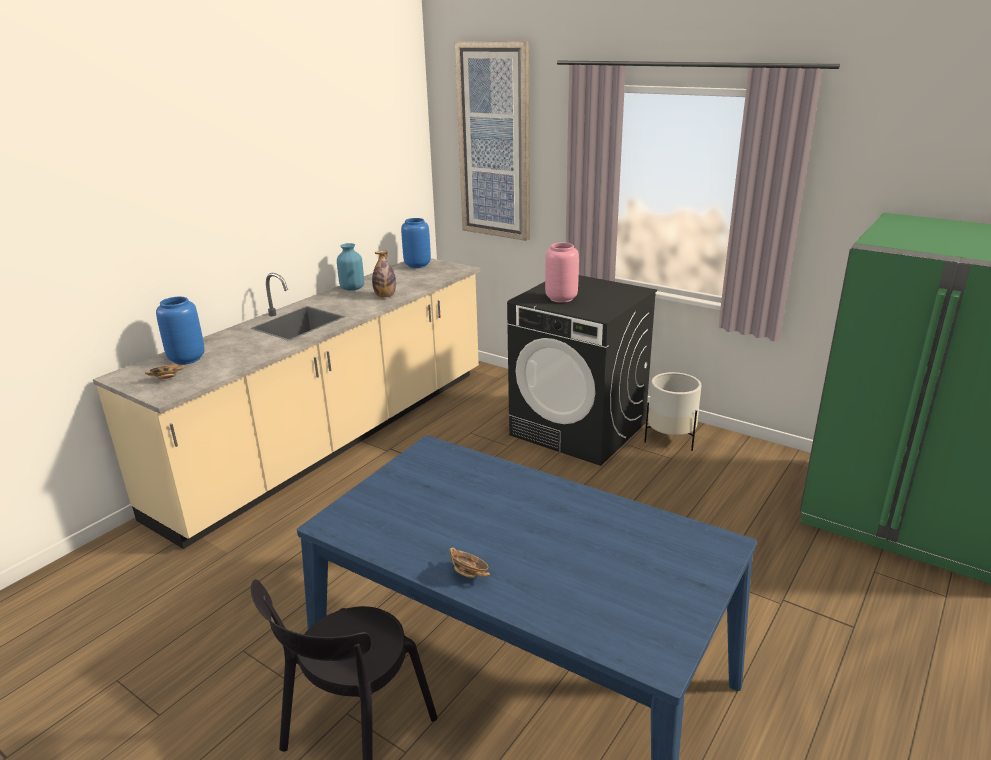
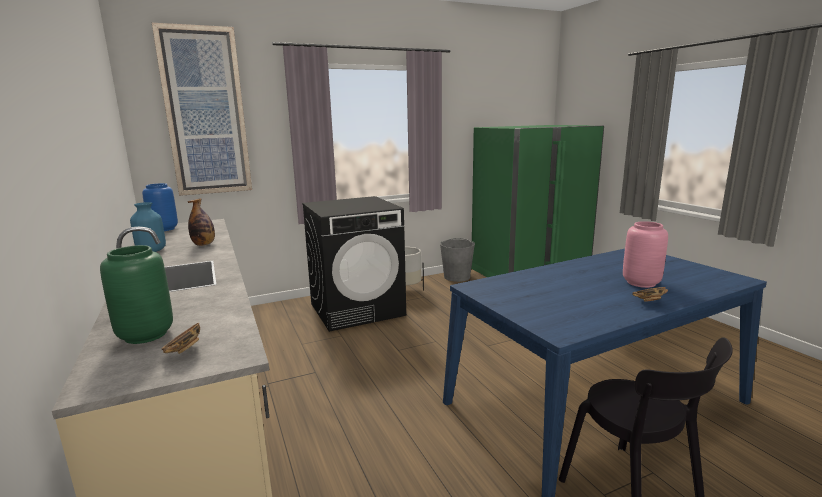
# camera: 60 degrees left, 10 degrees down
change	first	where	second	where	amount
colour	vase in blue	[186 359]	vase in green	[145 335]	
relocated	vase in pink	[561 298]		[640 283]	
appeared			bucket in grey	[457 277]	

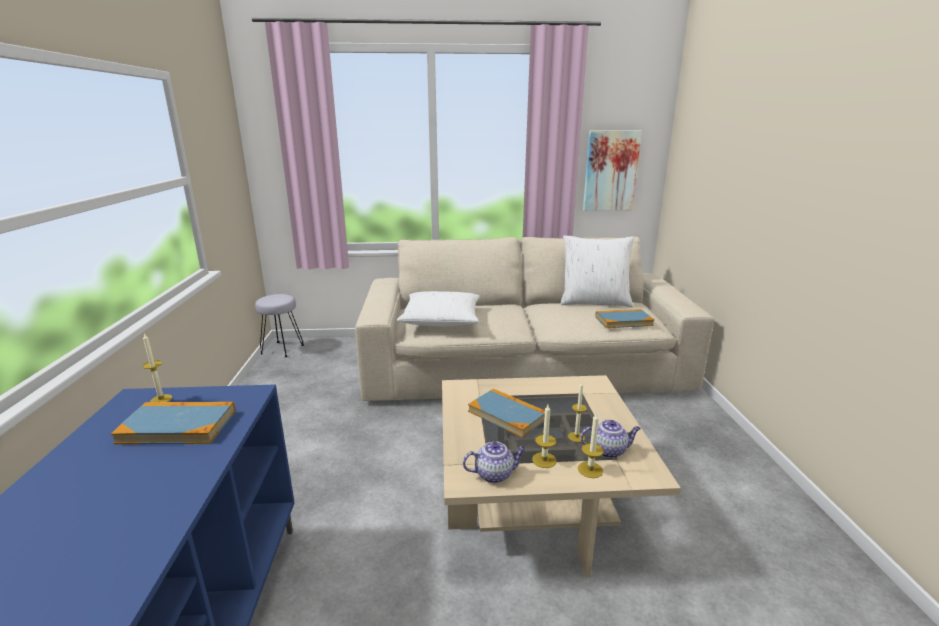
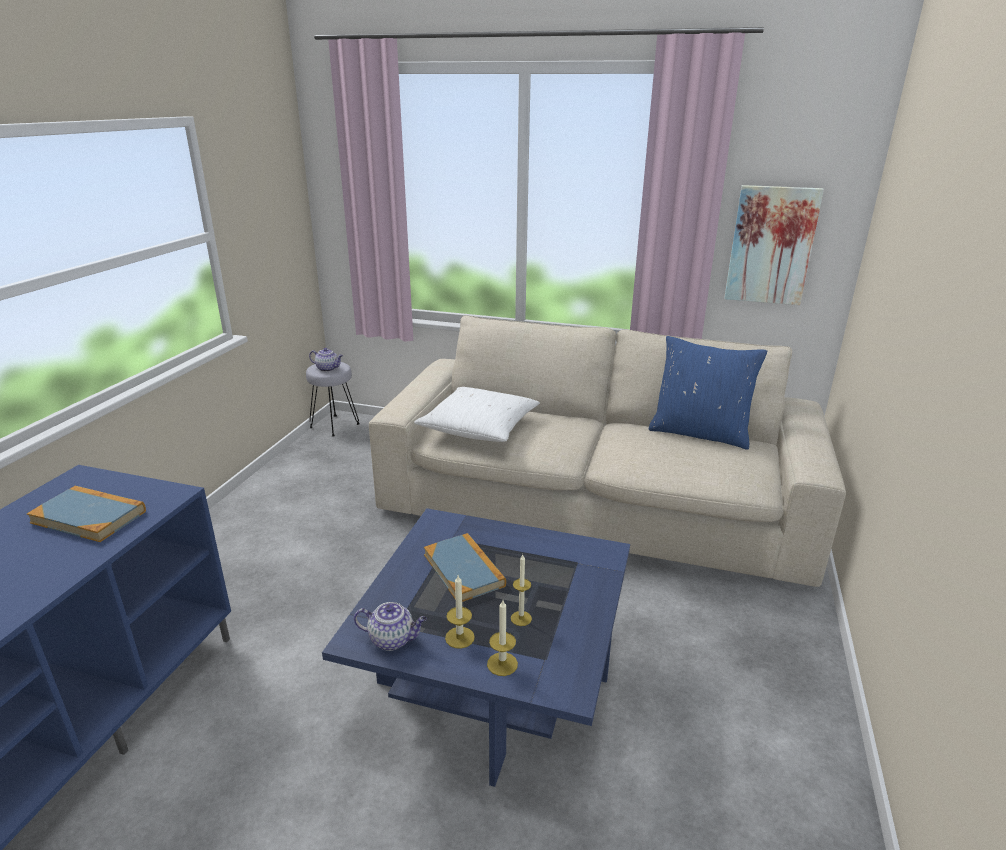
# camera: 20 degrees right, 5 degrees up
change	first	where	second	where	amount
missing	candle	[161 399]			
colour	coffee table in beige	[536 502]	coffee table in blue	[492 680]	
colour	pillow in white	[594 302]	pillow in blue	[700 433]	
relocated	teapot	[608 450]		[328 369]	
missing	book	[623 321]			

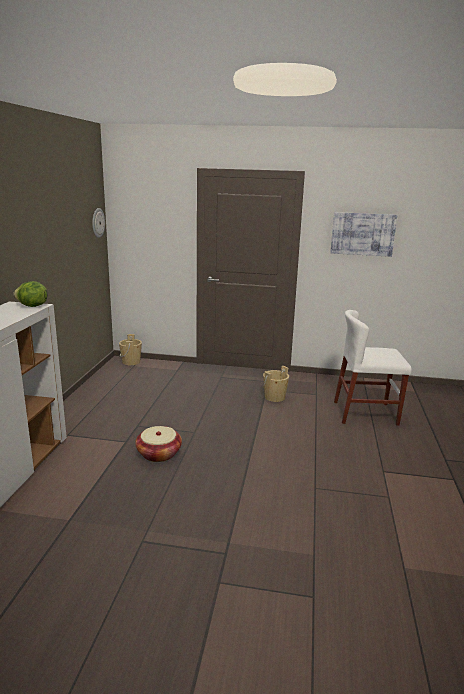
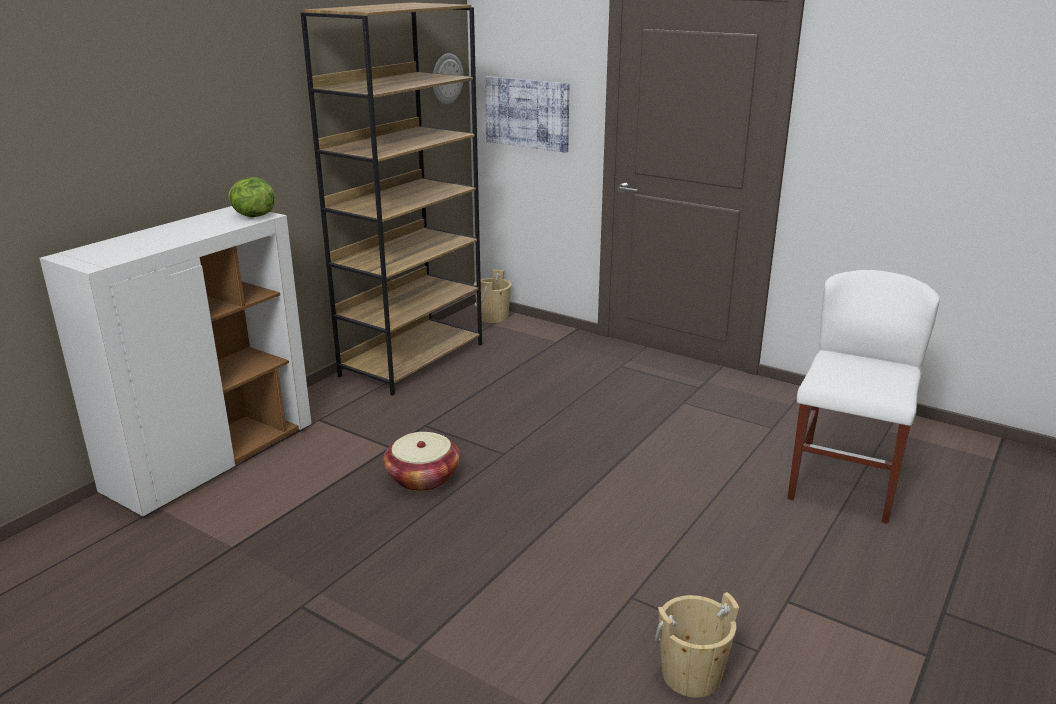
# camera: 25 degrees right, 5 degrees up
change	first	where	second	where	amount
relocated	bucket in beige	[274 397]		[691 675]	
relocated	picture	[362 234]		[527 113]	
spun	chair in white	[365 413]		[844 483]	90 degrees clockwise
appeared			bookcase in brown	[412 359]	

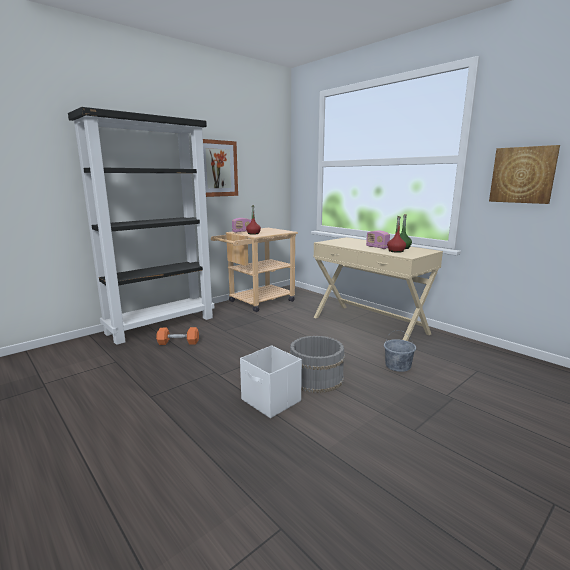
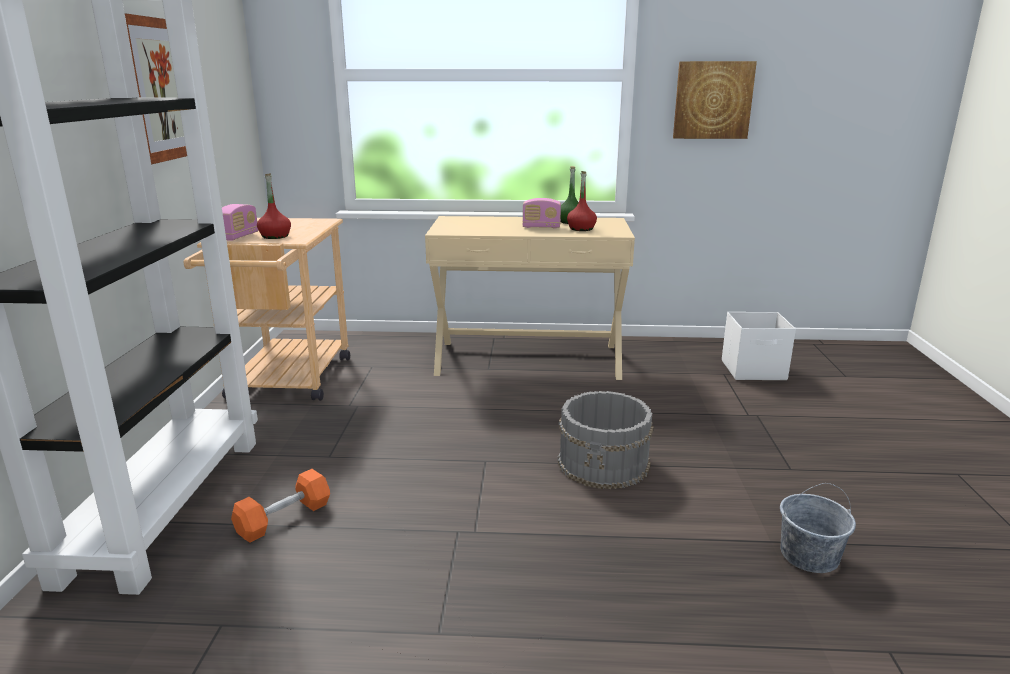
# camera: 45 degrees left, 5 degrees up
change	first	where	second	where	amount
relocated	storage box in white	[271 401]		[754 370]	
relocated	bucket in grey	[398 366]		[809 555]	

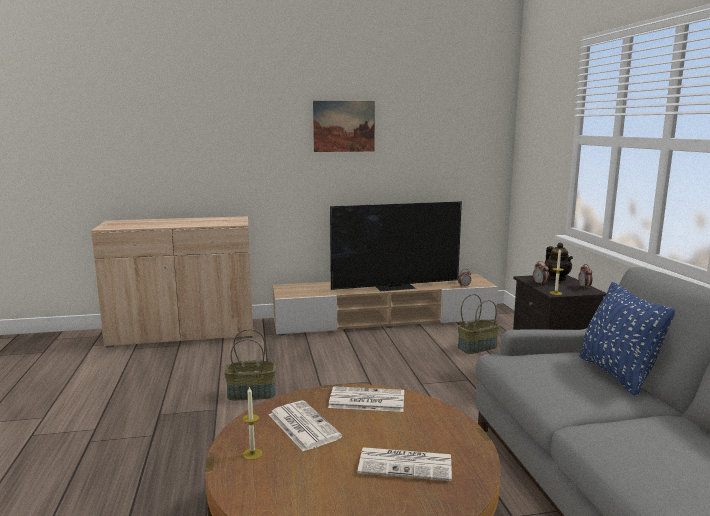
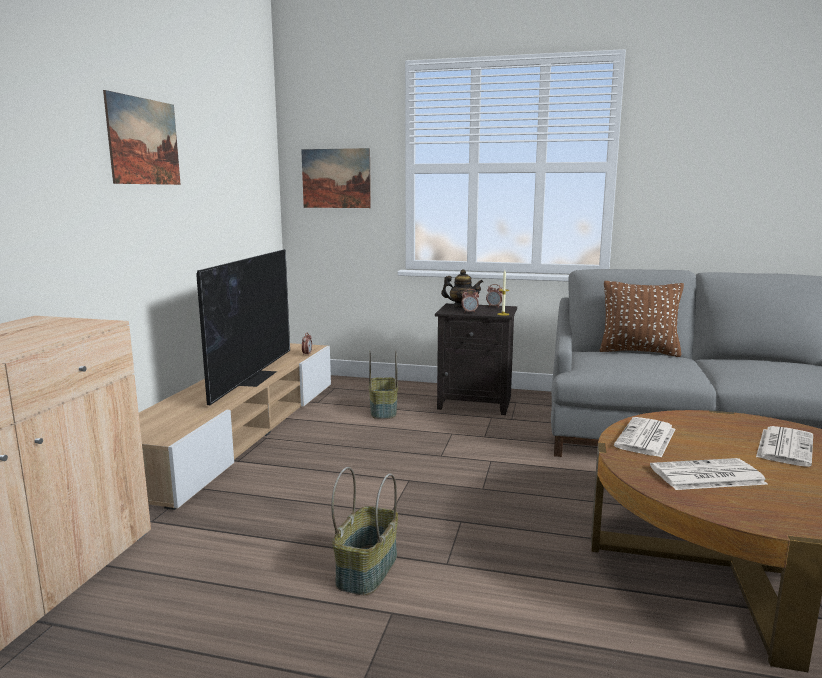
# camera: 65 degrees left, 0 degrees up
change	first	where	second	where	amount
missing	candle	[252 454]			
colour	pillow in blue	[617 375]	pillow in brown	[638 352]	
appeared			picture	[336 178]	

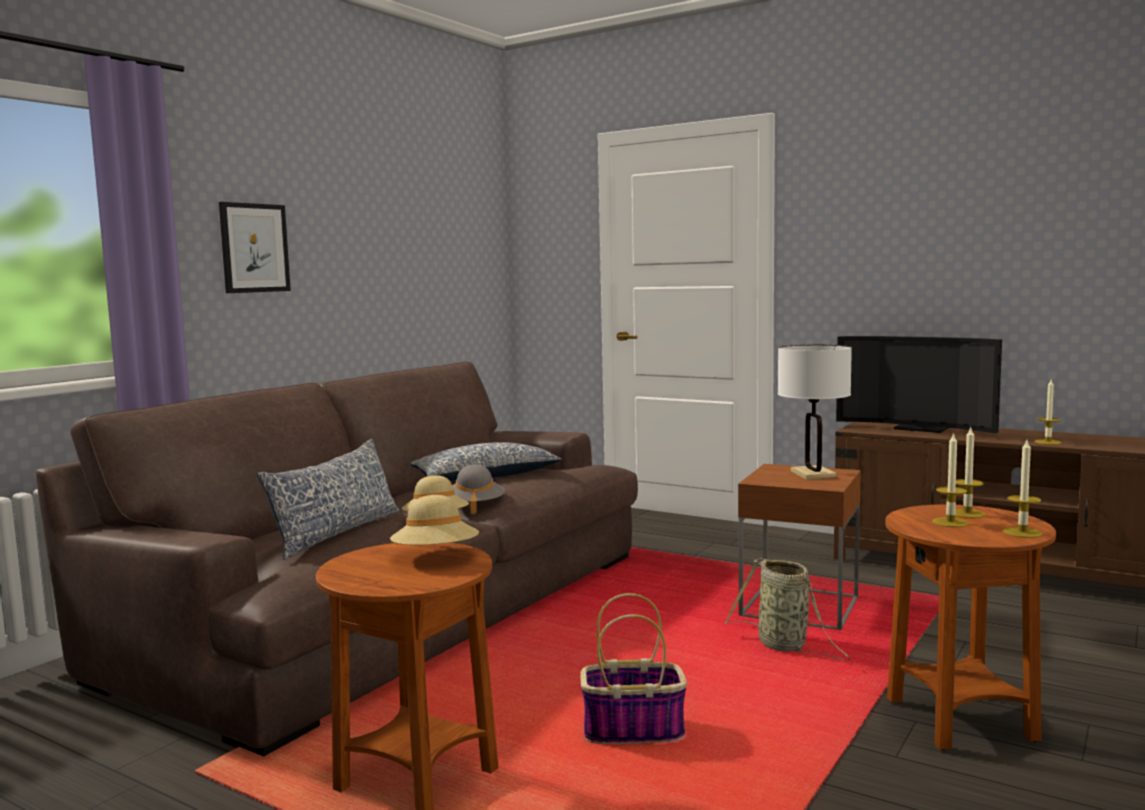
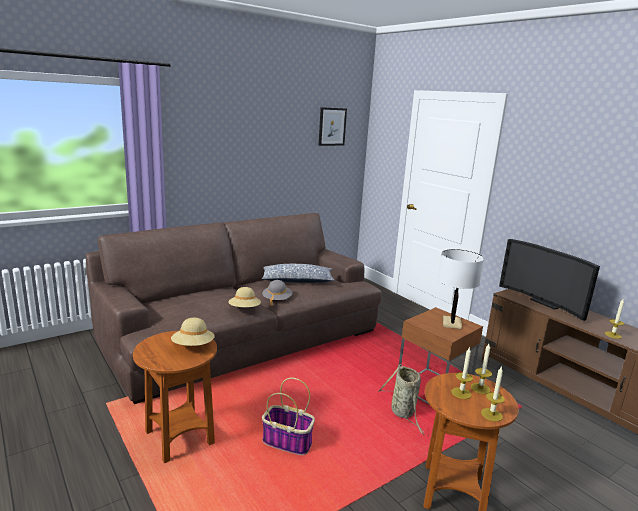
# camera: 20 degrees right, 10 degrees up
change	first	where	second	where	amount
relocated	picture	[254 248]		[332 126]	
missing	pillow	[336 532]			

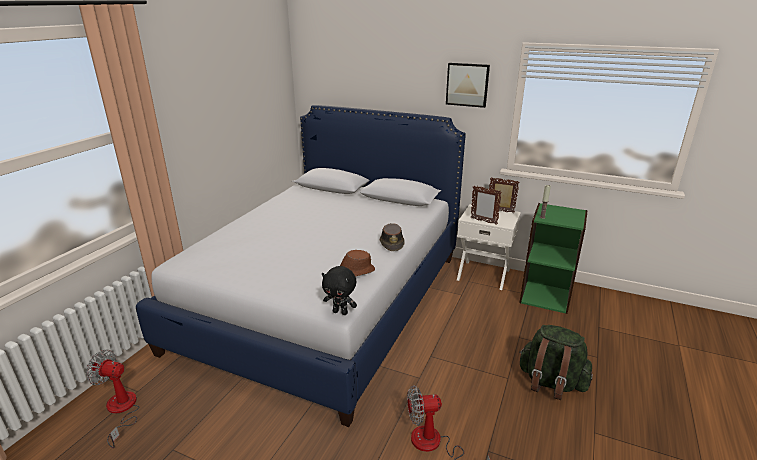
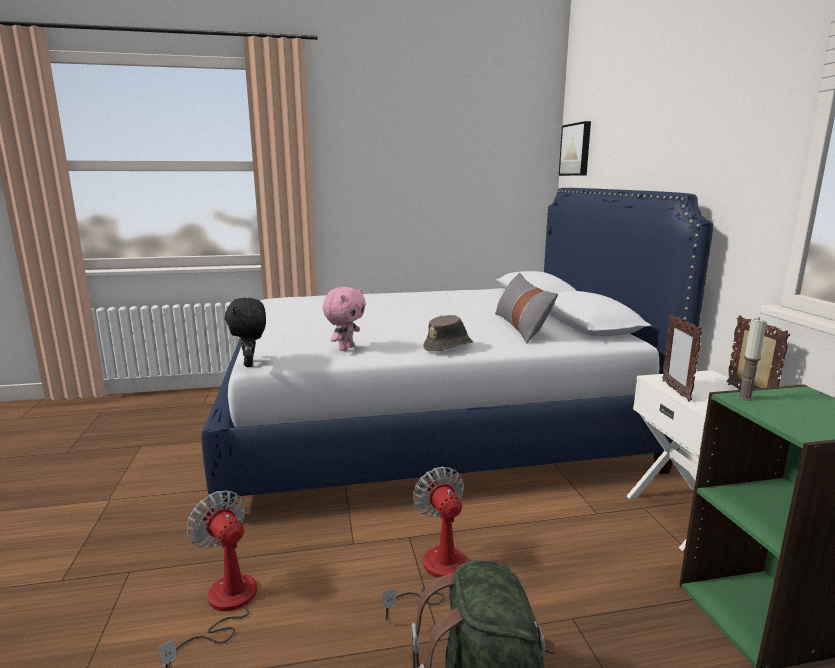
# camera: 55 degrees right, 10 degrees down
change	first	where	second	where	amount
relocated	fan	[121 410]		[435 573]	
exchanged	hat in brown	[354 272]	plush toy in pink	[345 348]	
relocated	picture	[467 84]		[576 149]	
appeared			pillow in grey	[521 327]	

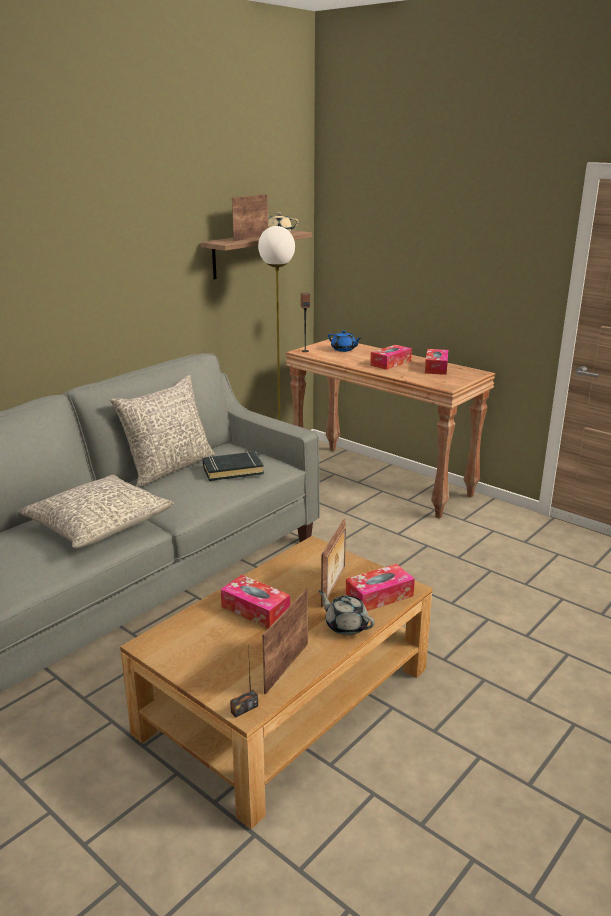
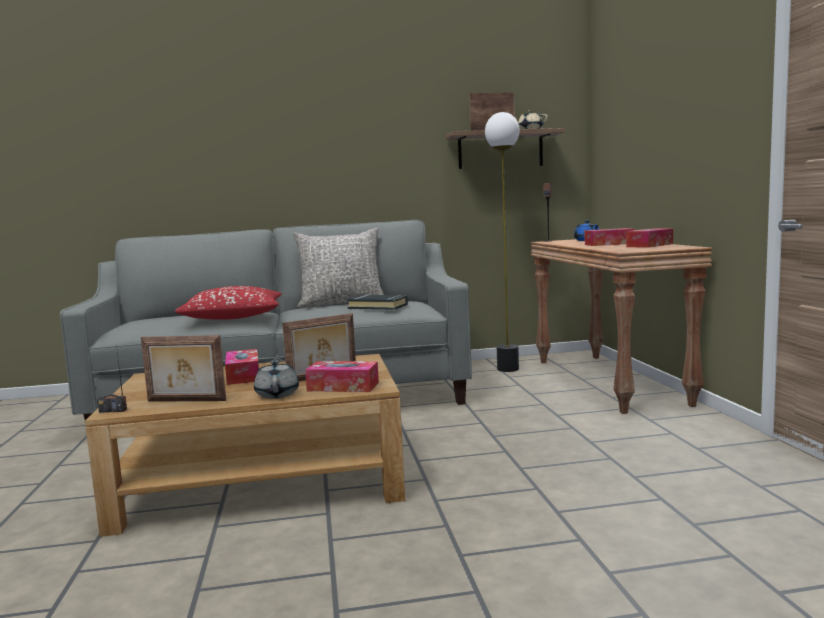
# camera: 40 degrees right, 15 degrees down
change	first	where	second	where	amount
colour	pillow in grey	[99 524]	pillow in red	[234 317]	
spun	picture frame	[285 667]		[186 401]	150 degrees counterclockwise

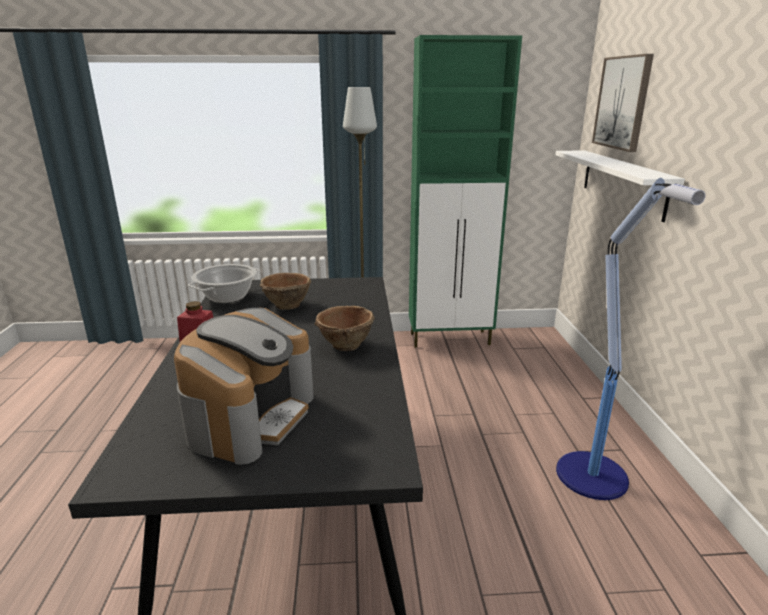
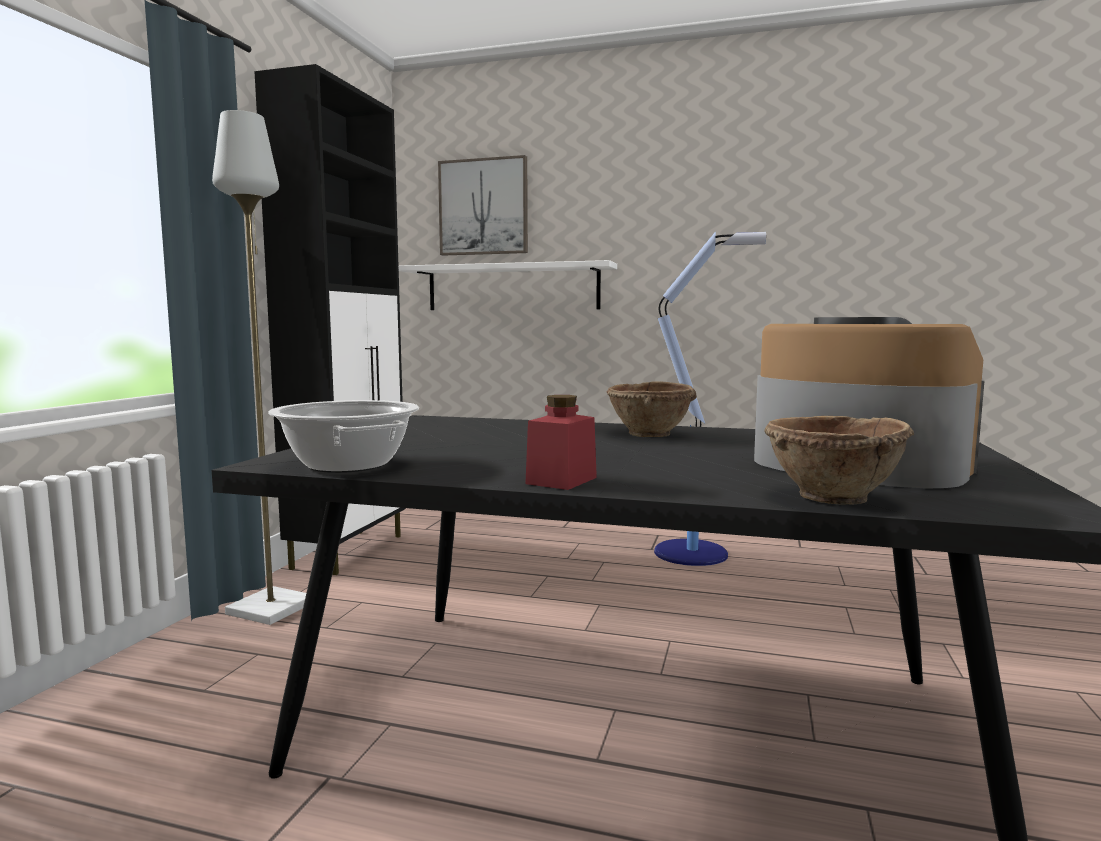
# camera: 70 degrees left, 15 degrees down
change	first	where	second	where	amount
relocated	bowl in brown	[287 305]		[832 498]	
colour	cabinet in green	[451 339]	cabinet in black	[350 551]	

